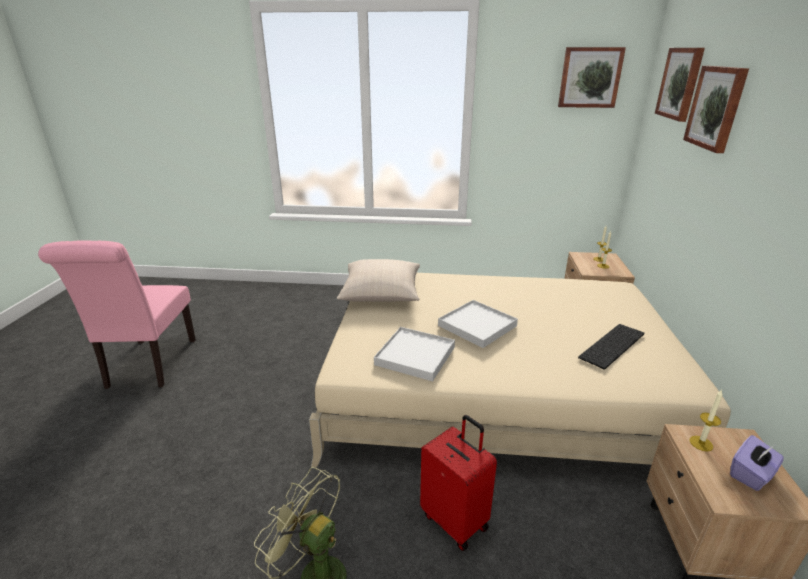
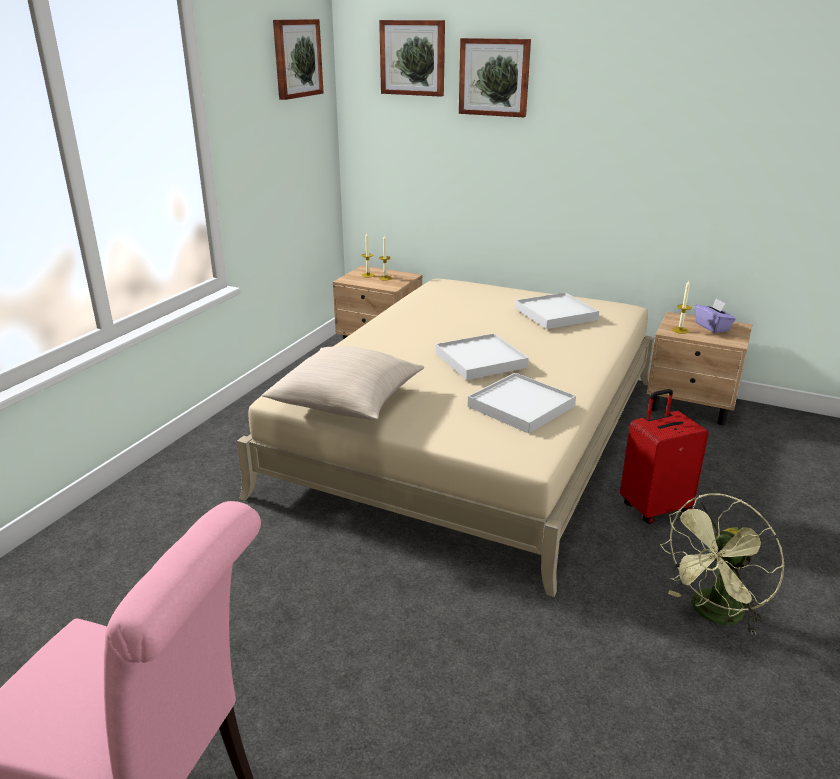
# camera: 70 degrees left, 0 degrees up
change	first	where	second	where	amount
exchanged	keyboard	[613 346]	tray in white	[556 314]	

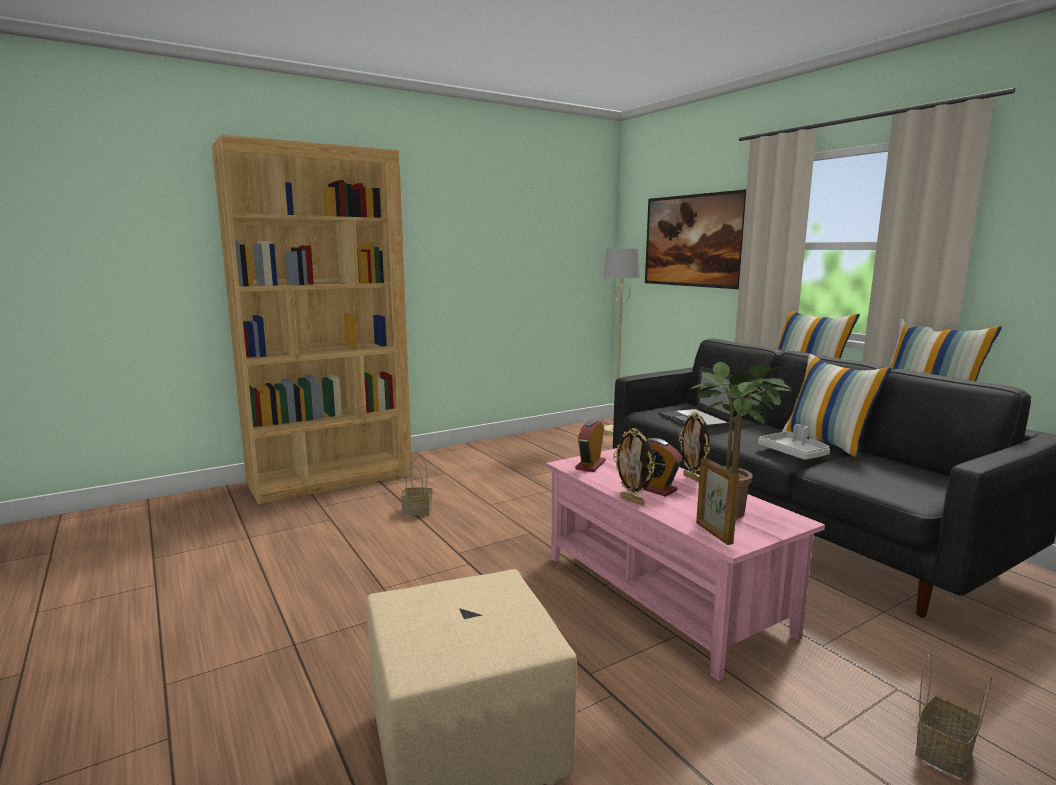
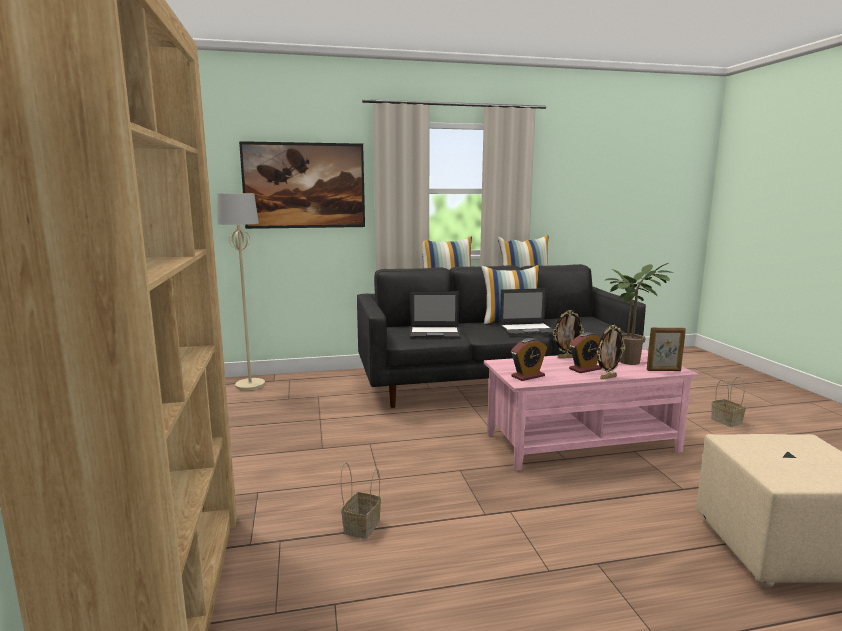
# camera: 70 degrees left, 0 degrees up
change	first	where	second	where	amount
spun	alarm clock	[590 465]		[528 376]	75 degrees counterclockwise
exchanged	tray in grey	[794 453]	laptop	[528 330]	

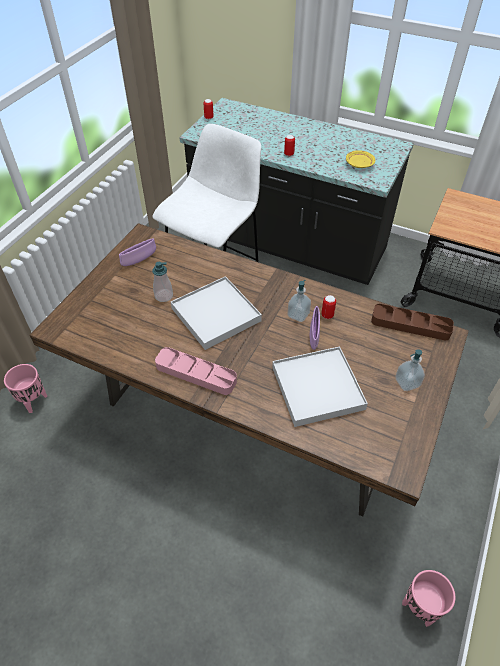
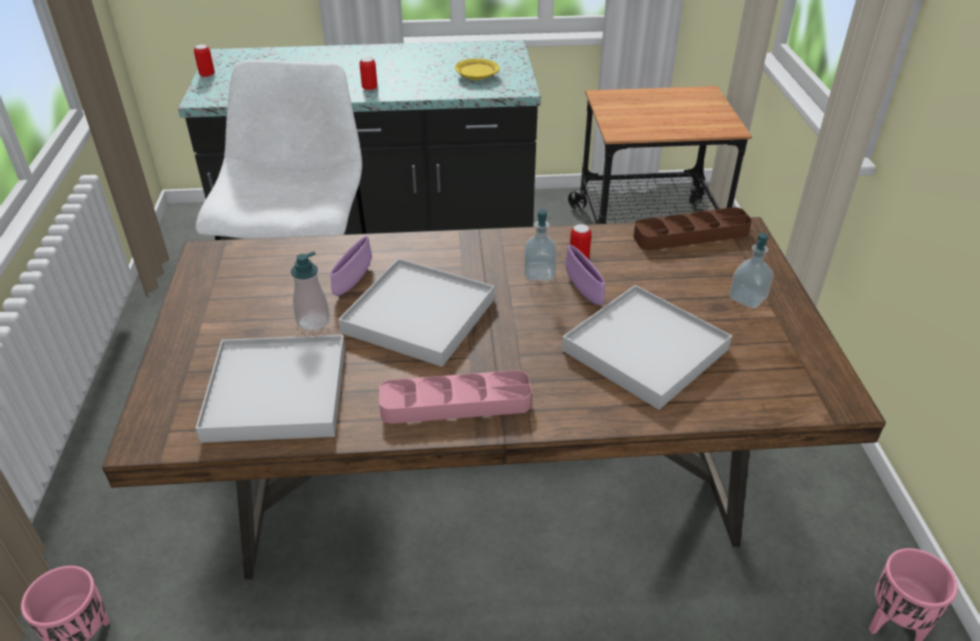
# camera: 30 degrees left, 10 degrees down
change	first	where	second	where	amount
relocated	bowl in purple	[139 260]		[353 281]	
appeared			tray in white	[276 393]	

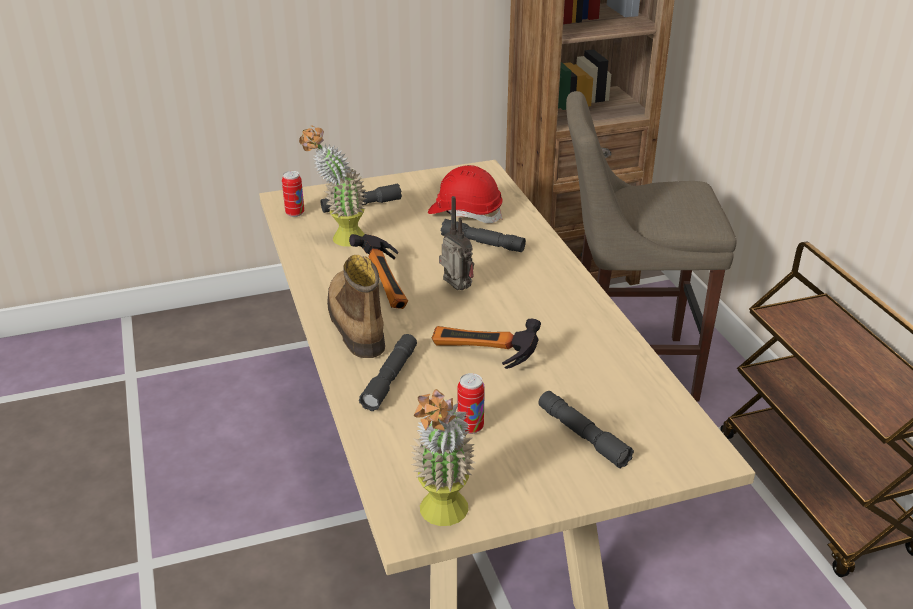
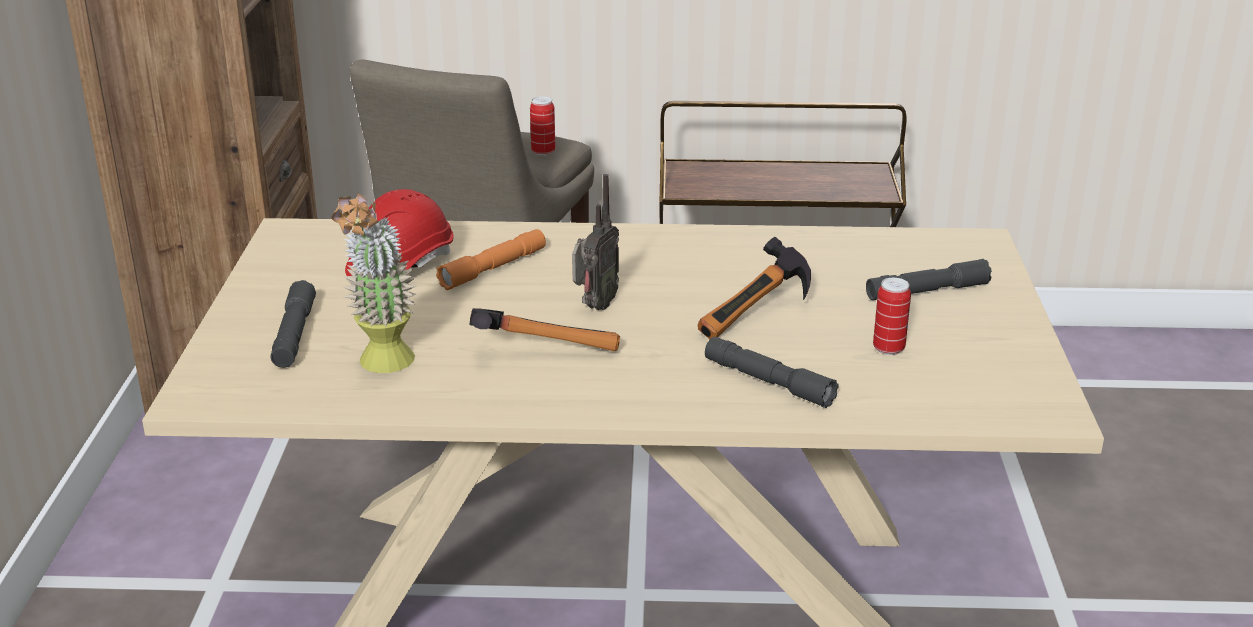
# camera: 70 degrees left, 5 degrees down
change	first	where	second	where	amount
relocated	can	[295 213]		[543 152]	
missing	boot	[354 323]			
missing	potted plant	[442 518]			
spun	radio	[455 290]		[594 306]	135 degrees clockwise
colour	flashlight in grey	[482 243]	flashlight in orange	[493 269]	

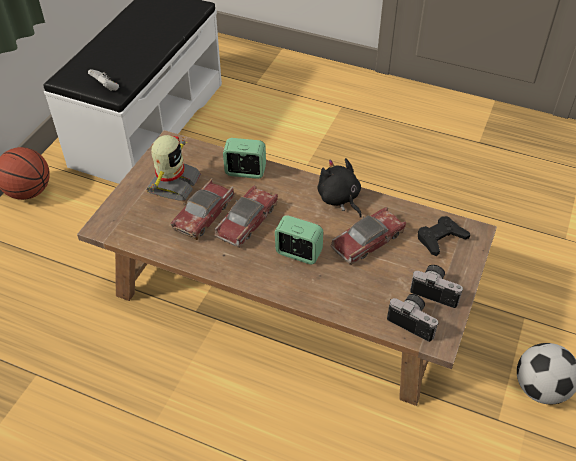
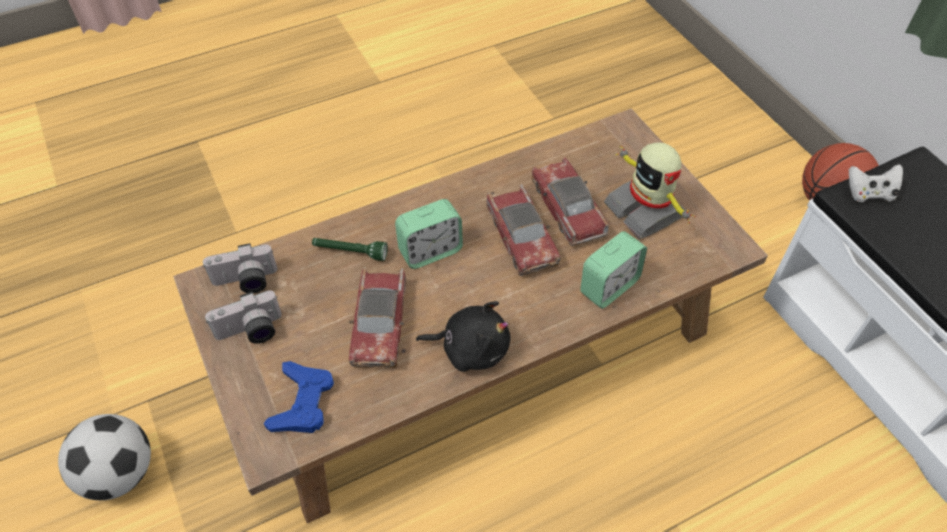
# camera: 130 degrees right, 5 degrees up
change	first	where	second	where	amount
colour	game controller in black	[440 238]	game controller in blue	[302 402]	
appeared			flashlight in green	[350 252]	

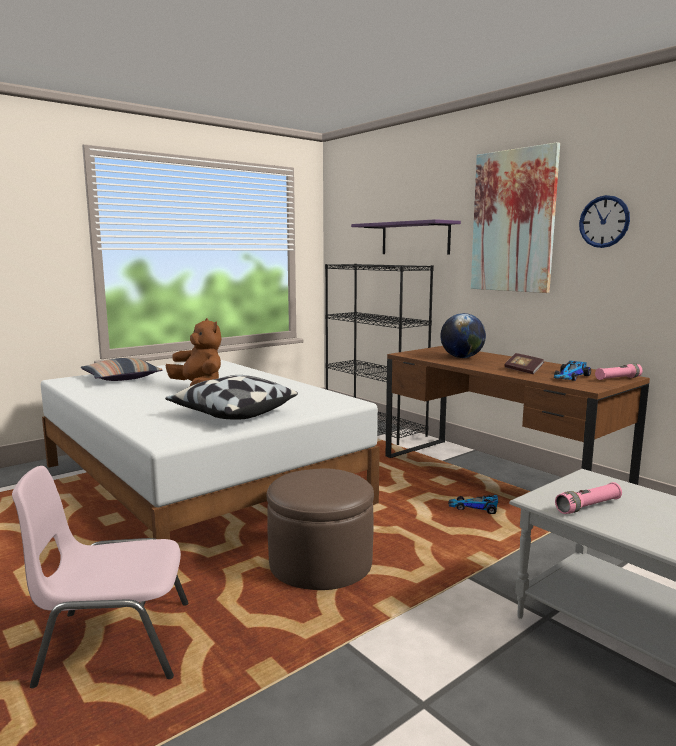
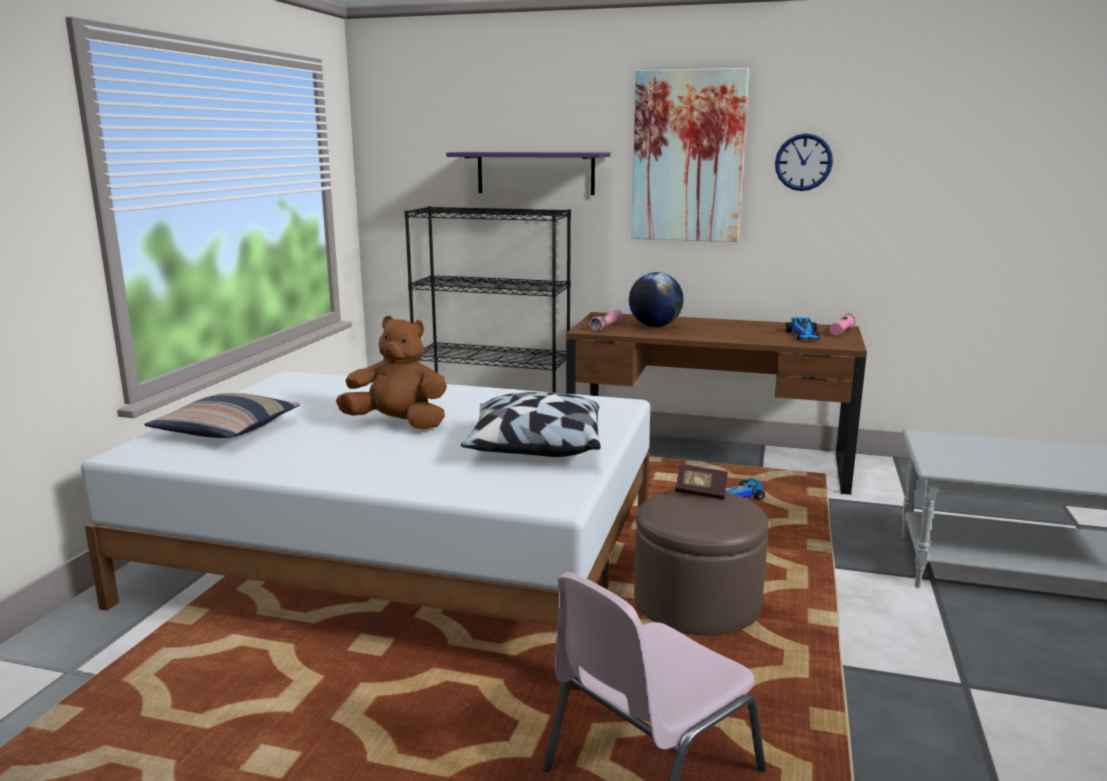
# camera: 35 degrees left, 5 degrees up
change	first	where	second	where	amount
relocated	book	[523 371]		[700 492]	
relocated	flashlight in pink	[588 506]		[606 326]	

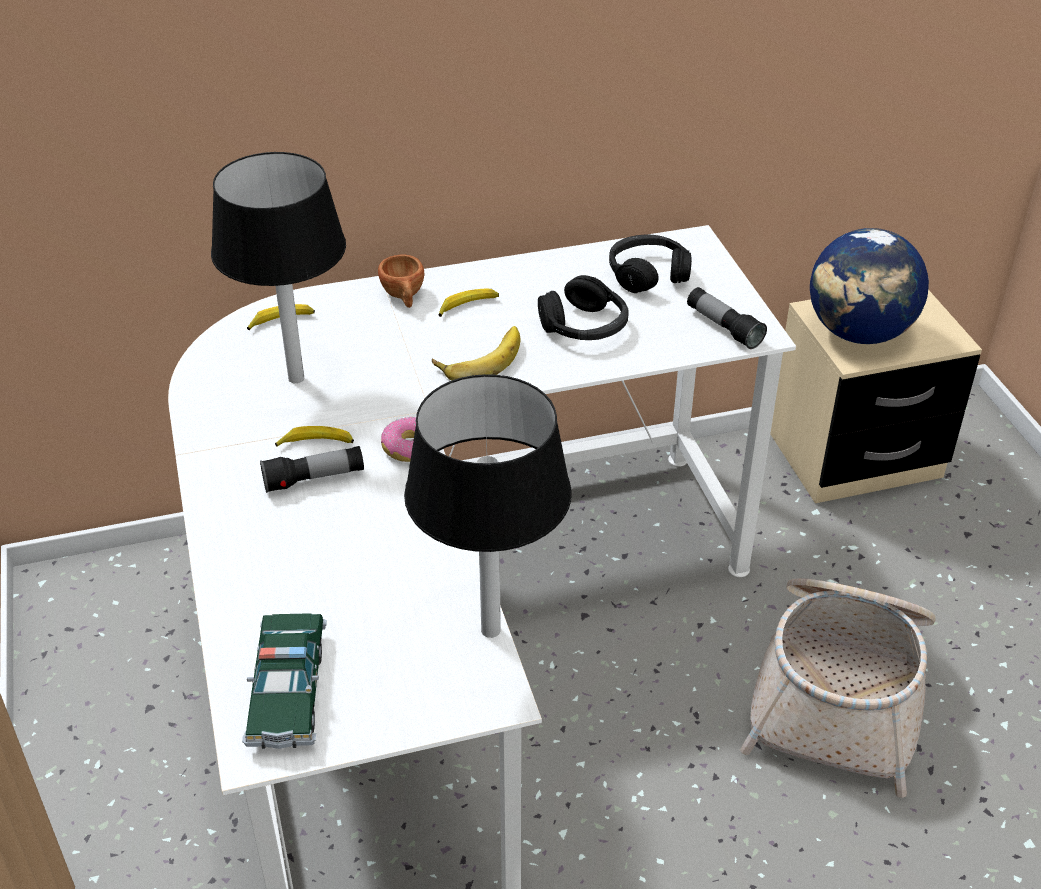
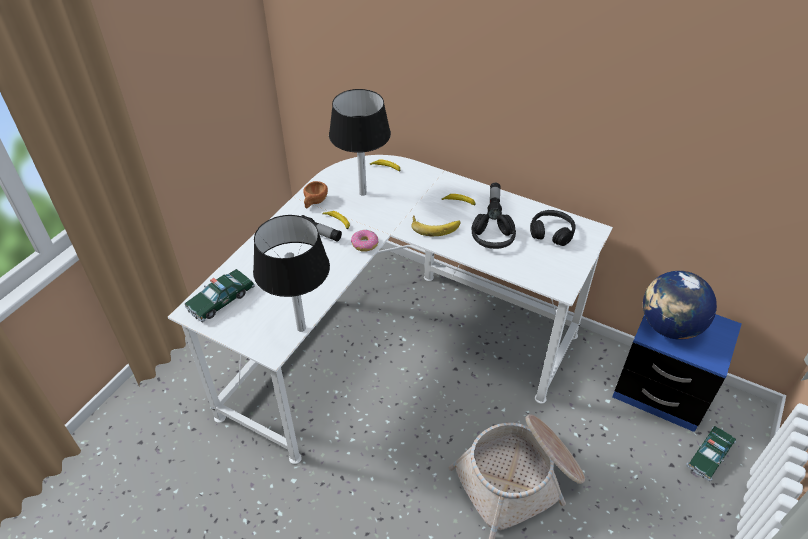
# camera: 45 degrees right, 5 degrees up
change	first	where	second	where	amount
relocated	cup in brown	[404 297]		[314 202]	
relocated	flashlight	[723 327]		[494 205]	
colour	nightstand in beige	[855 456]	nightstand in blue	[660 391]	
appeared			toy car	[709 456]	

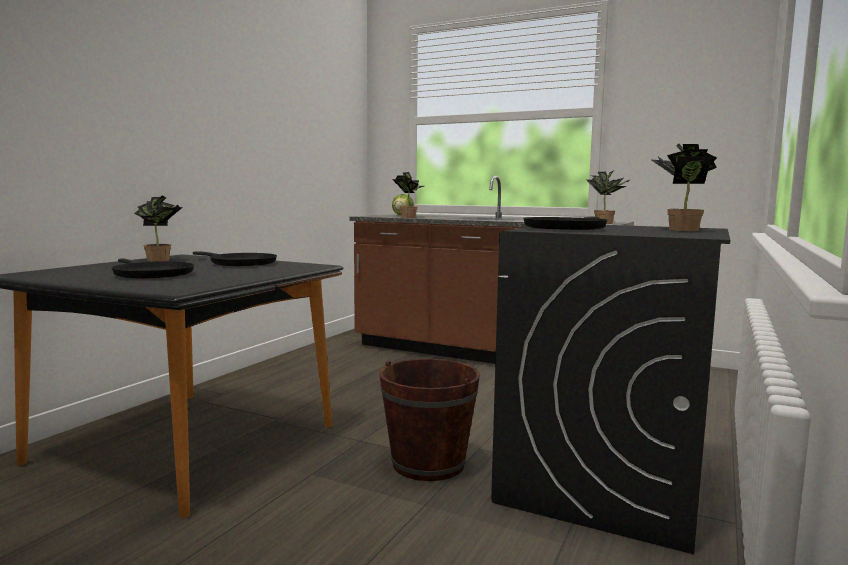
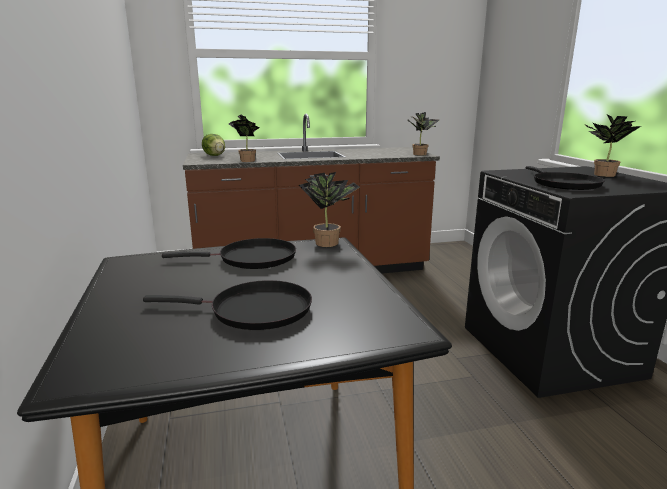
# camera: 40 degrees left, 10 degrees up
change	first	where	second	where	amount
relocated	potted plant	[161 260]		[330 242]	
missing	bucket in brown	[428 463]			

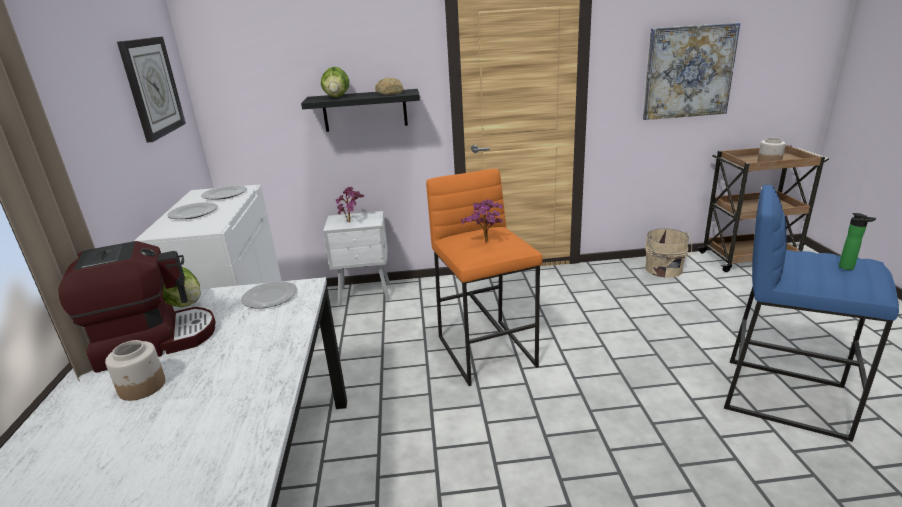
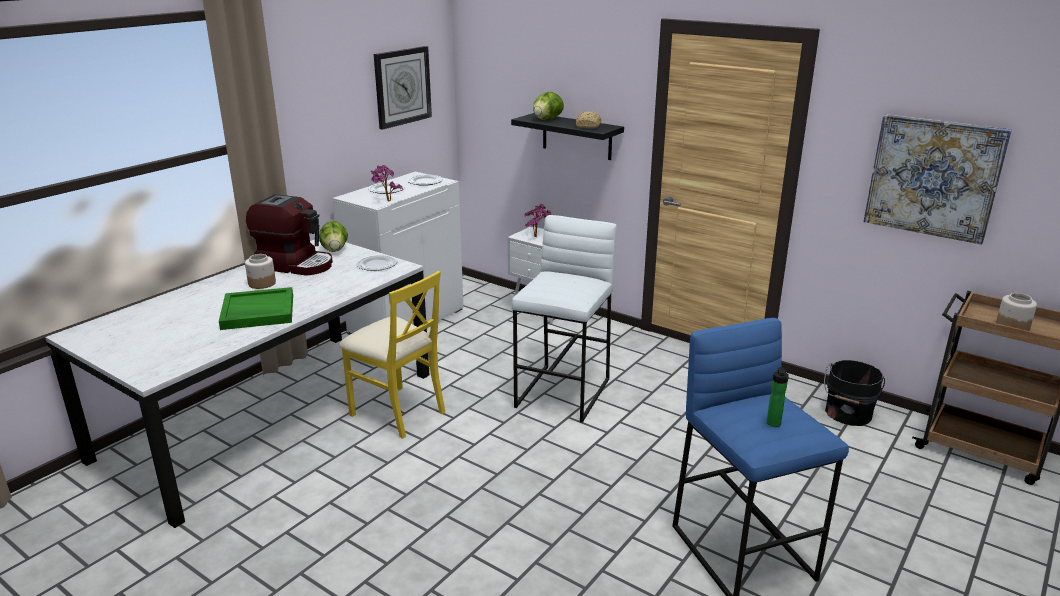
# camera: 40 degrees right, 0 degrees up
change	first	where	second	where	amount
colour	stool in orange	[487 351]	stool in white	[564 393]	
relocated	potted plant	[486 243]		[386 201]	
colour	bucket in beige	[664 270]	bucket in black	[847 414]	
appeared			tray in green	[257 312]	
appeared			chair in yellow	[397 412]	

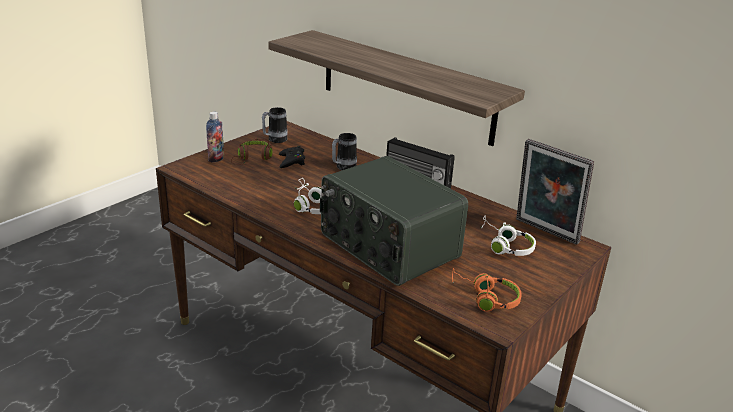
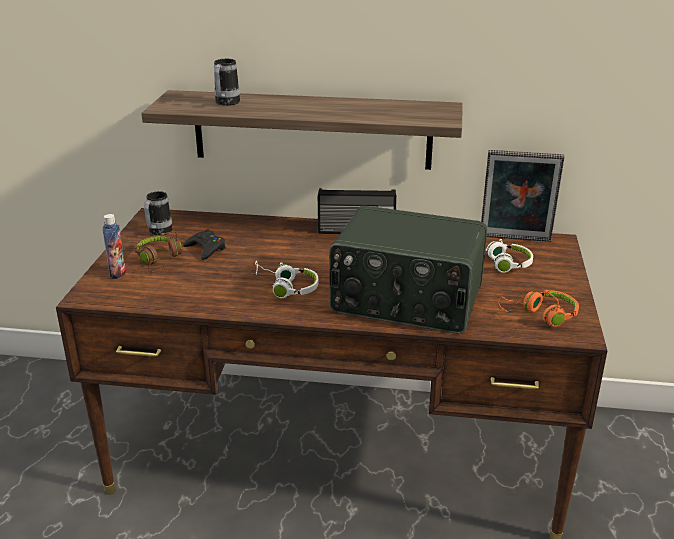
# camera: 30 degrees left, 0 degrees up
change	first	where	second	where	amount
relocated	mug	[343 168]		[225 103]	

